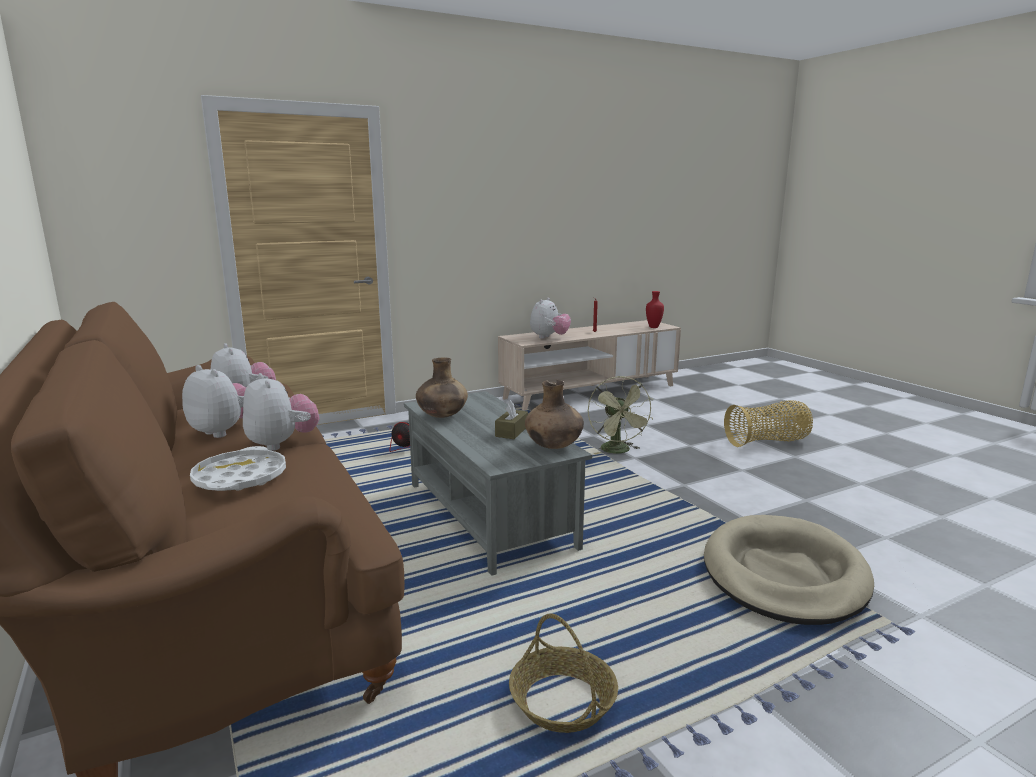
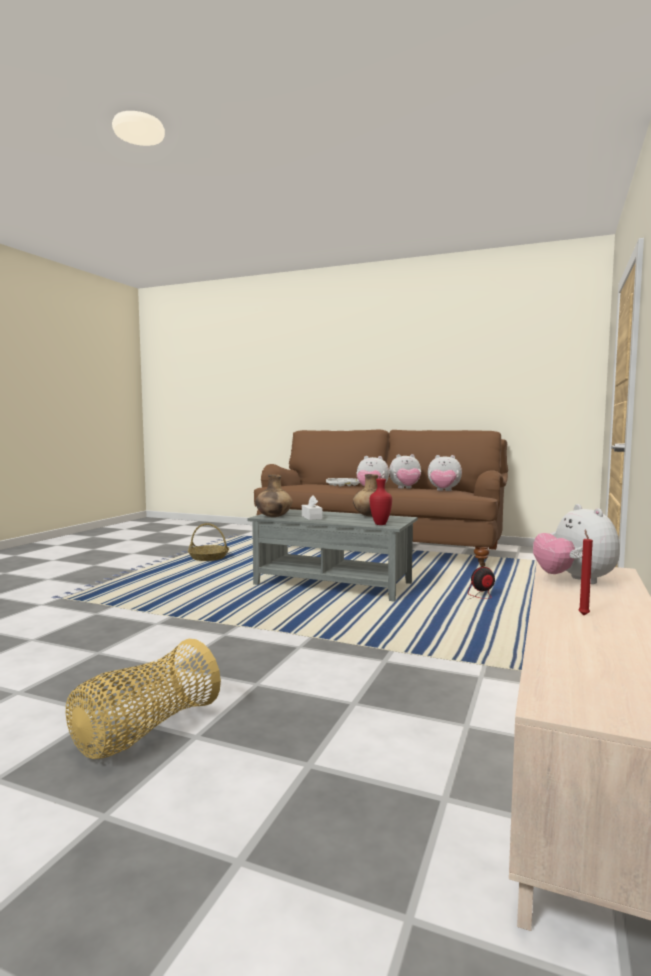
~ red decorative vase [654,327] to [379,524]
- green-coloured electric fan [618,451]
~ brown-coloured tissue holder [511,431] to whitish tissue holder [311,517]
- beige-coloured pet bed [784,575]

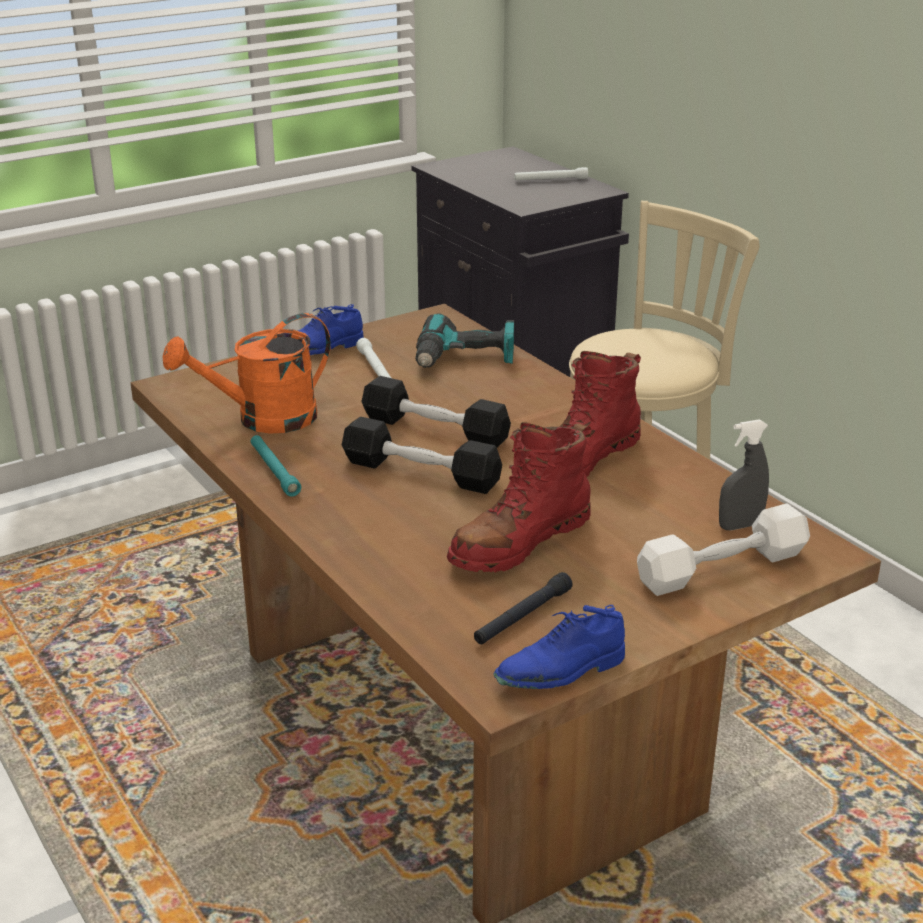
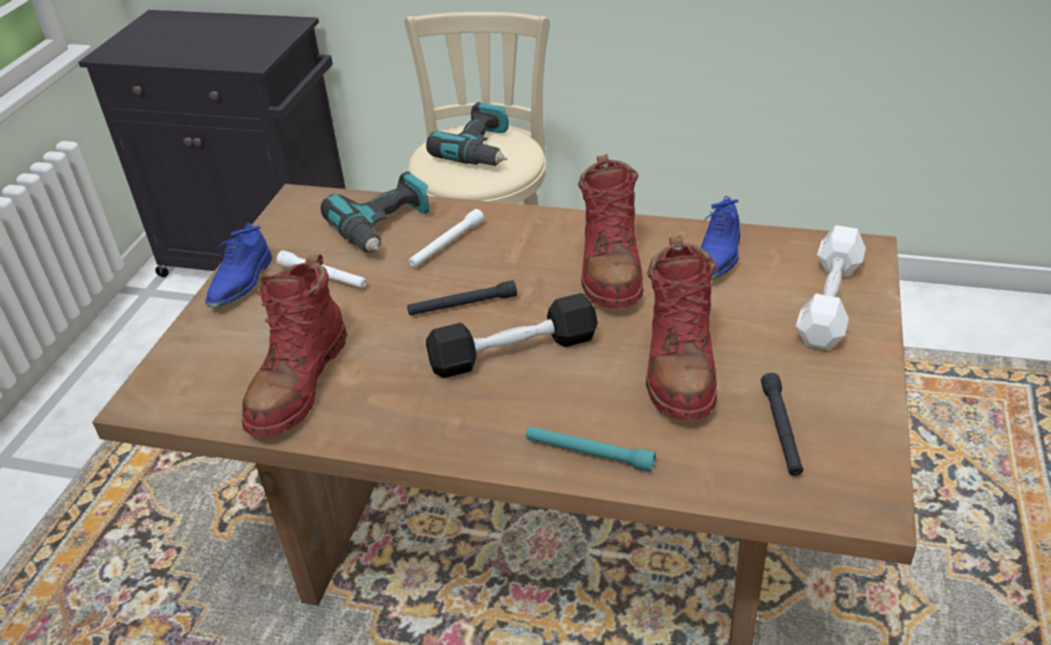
~ whitish flashlight [550,180] to [447,245]
~ orange watering can [263,420] to red boot [298,383]
~ black-coloured dumbbell [435,430] to black-coloured flashlight [462,305]
- gray hand sprayer [740,526]
~ turquoise-coloured flashlight [274,471] to [589,454]
~ blue-coloured low shoe [561,672] to [718,257]
+ electric drill [481,150]

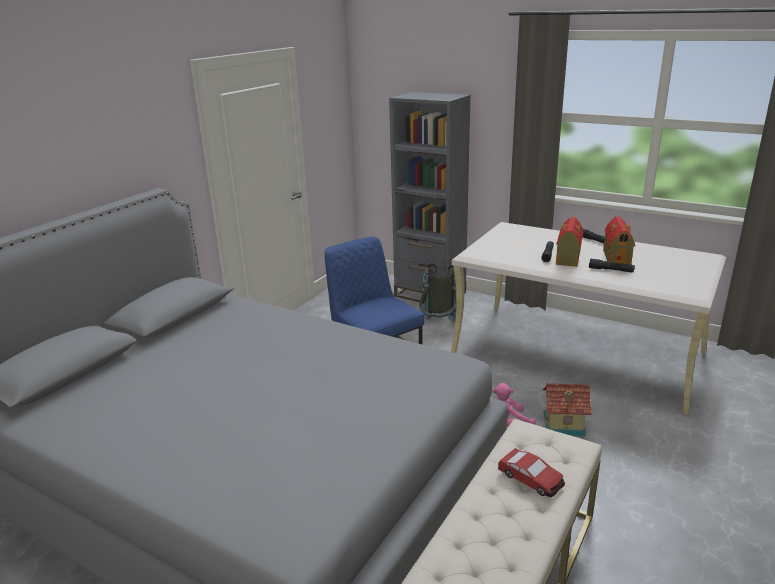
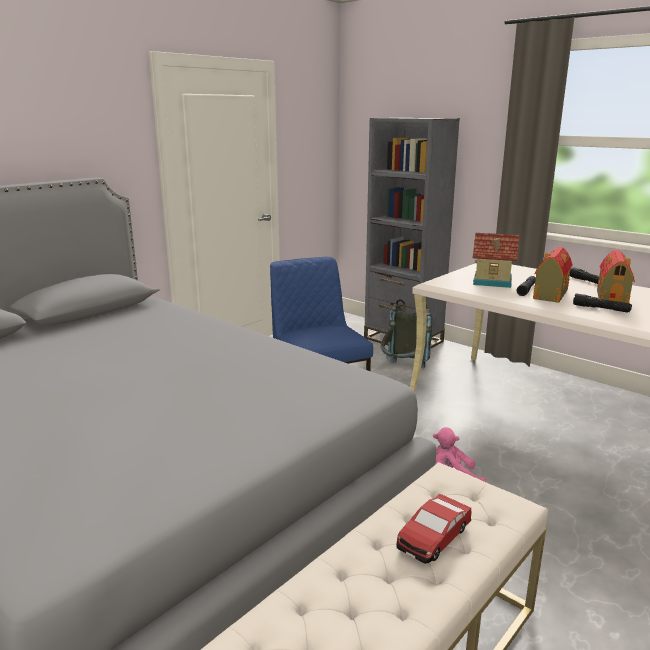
~ miniature house [564,425] to [492,282]
~ model car [531,479] = [433,537] 75 degrees clockwise

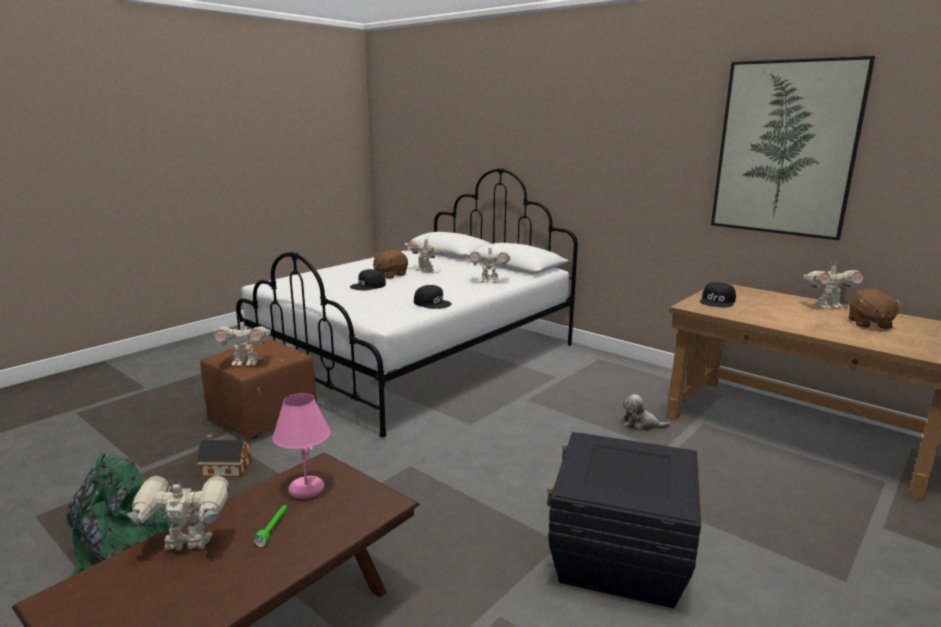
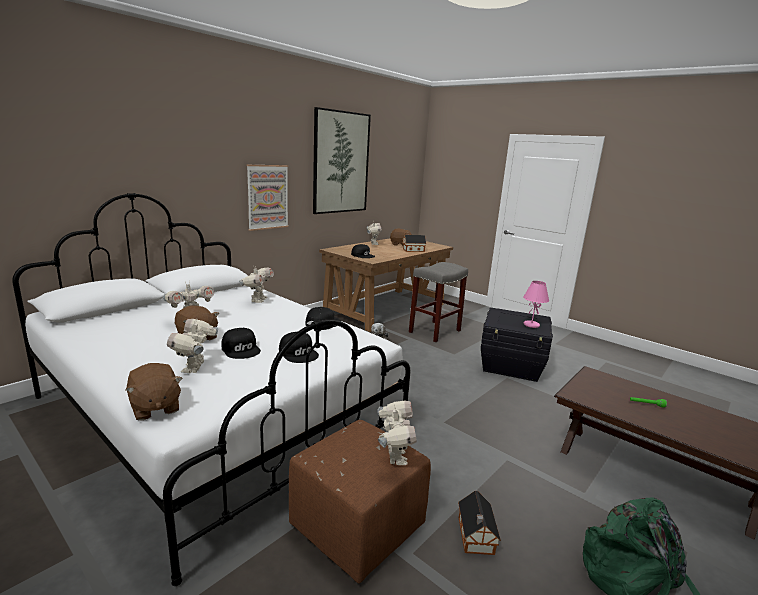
~ pink table lamp [306,489] to [531,325]
~ toy robot [187,546] to [195,368]
+ picture [267,197]
+ miniature house [412,250]
+ gray stool seat [434,331]
+ black-coloured peaked cap [299,353]
+ brown-coloured plush toy [155,408]

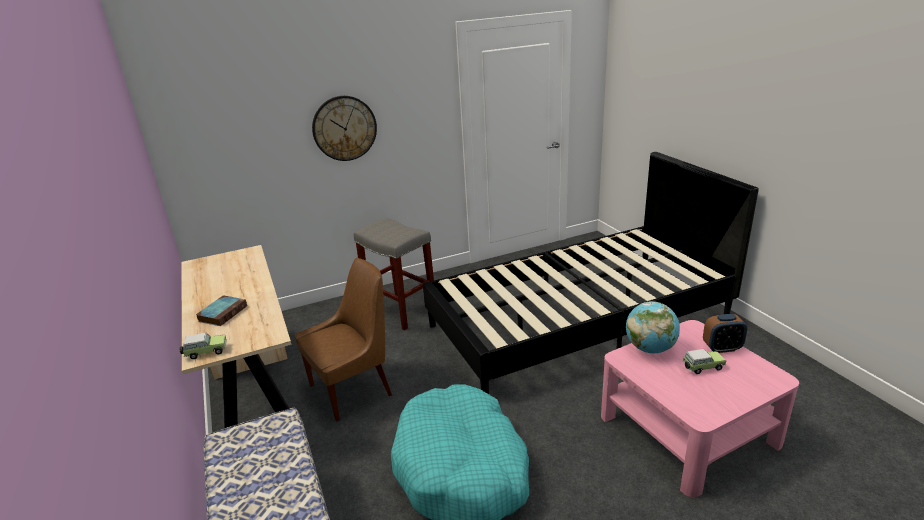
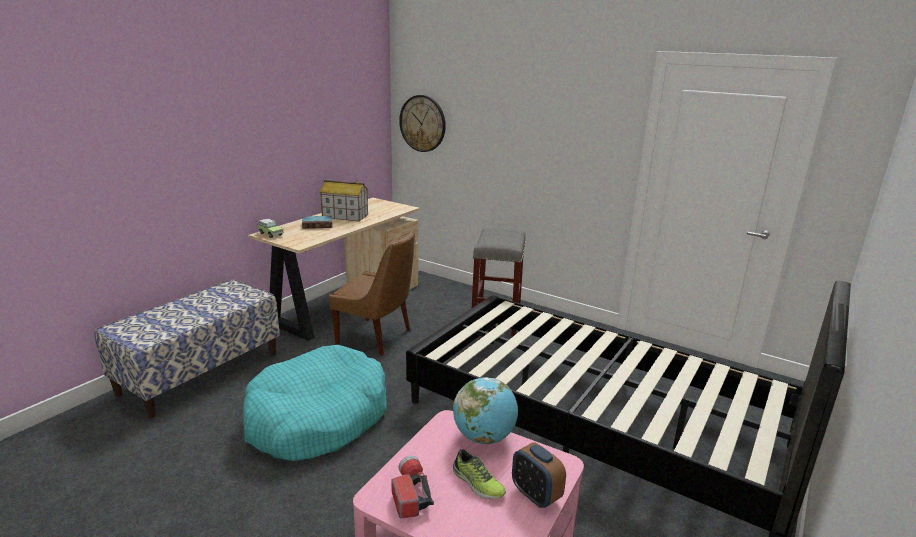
~ wall clock [344,128] to [422,123]
~ model car [701,367] to low shoe [477,483]
+ miniature house [344,216]
+ flashlight [410,494]

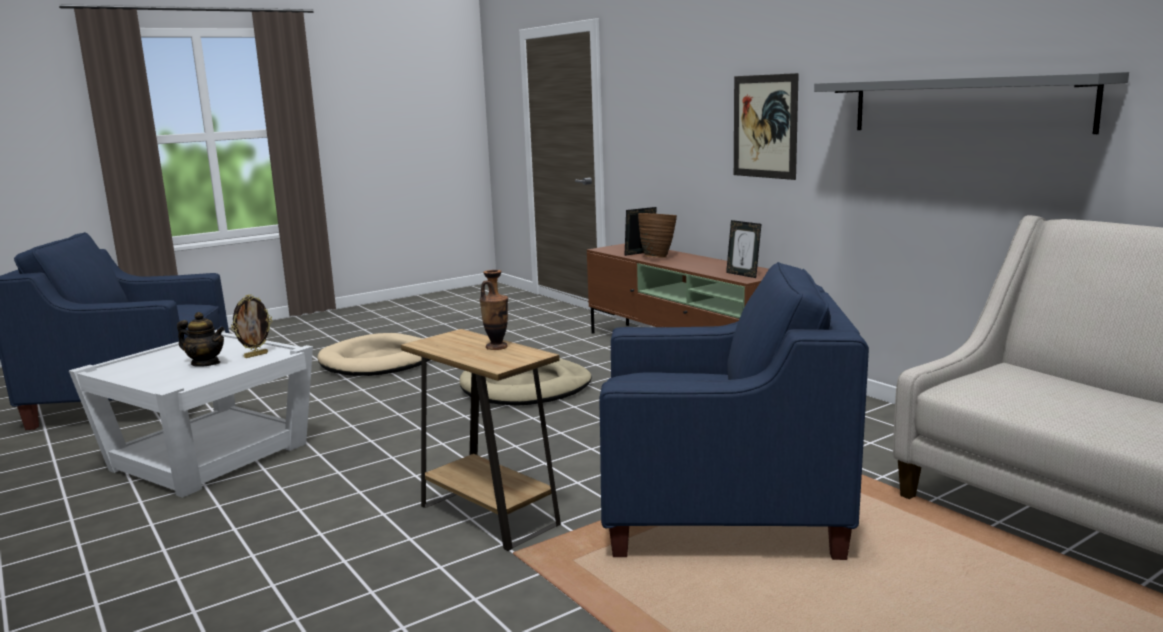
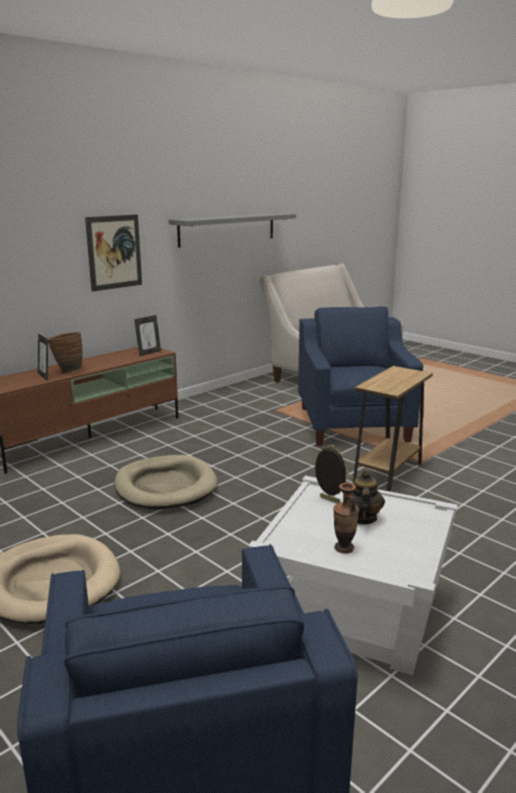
~ decorative vase [496,347] to [344,548]

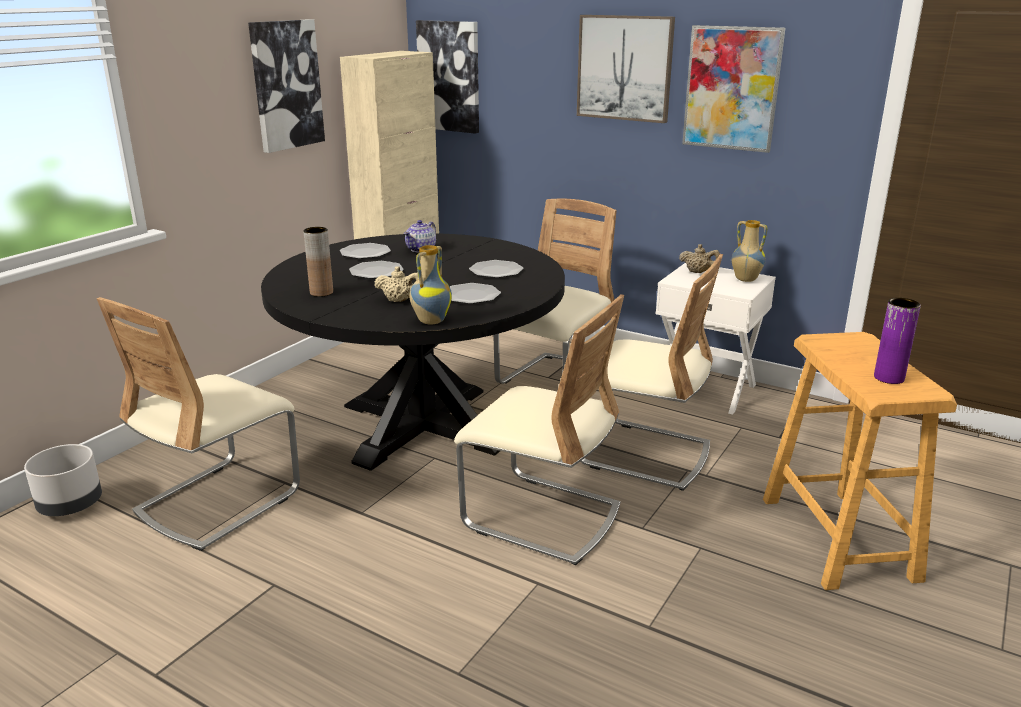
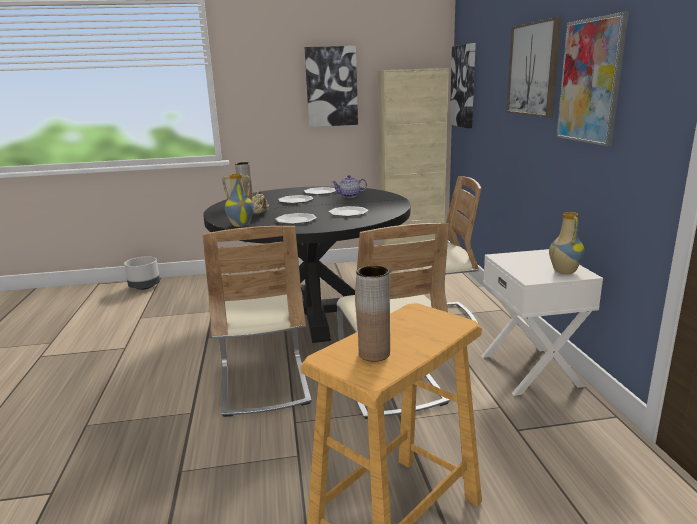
- beige-coloured teapot [698,272]
- beige-coloured plain chair [218,502]
~ purple-coloured decorative vase [889,378] to brown-coloured decorative vase [374,354]

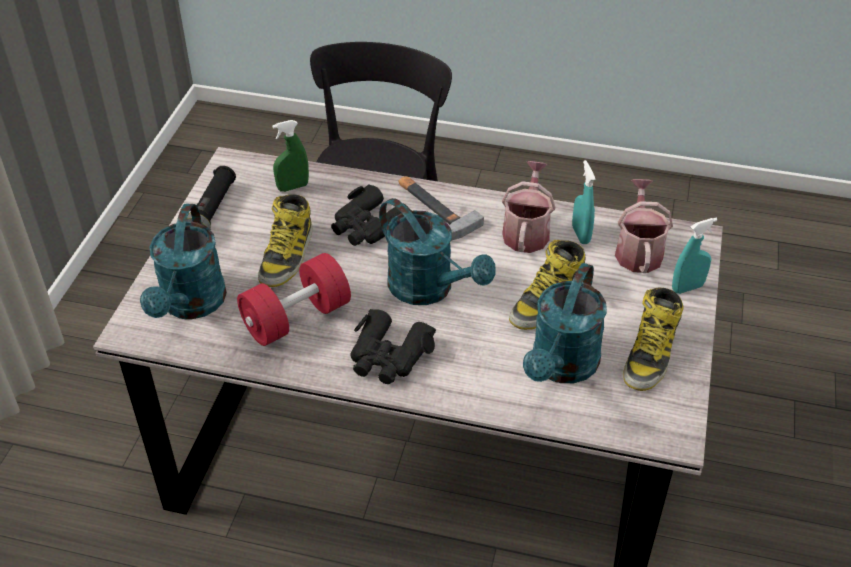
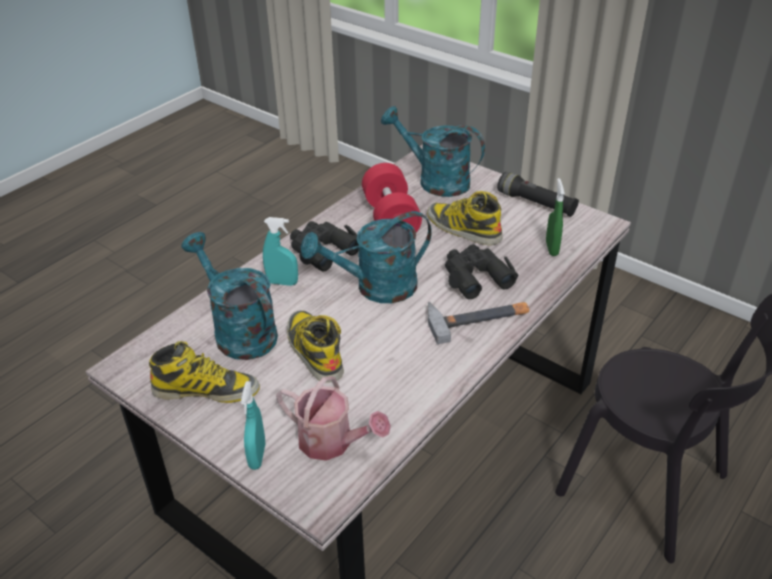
~ turquoise-coloured hand sprayer [580,235] to [282,282]
- watering can [526,231]
~ boot [650,354] = [206,390] 135 degrees clockwise

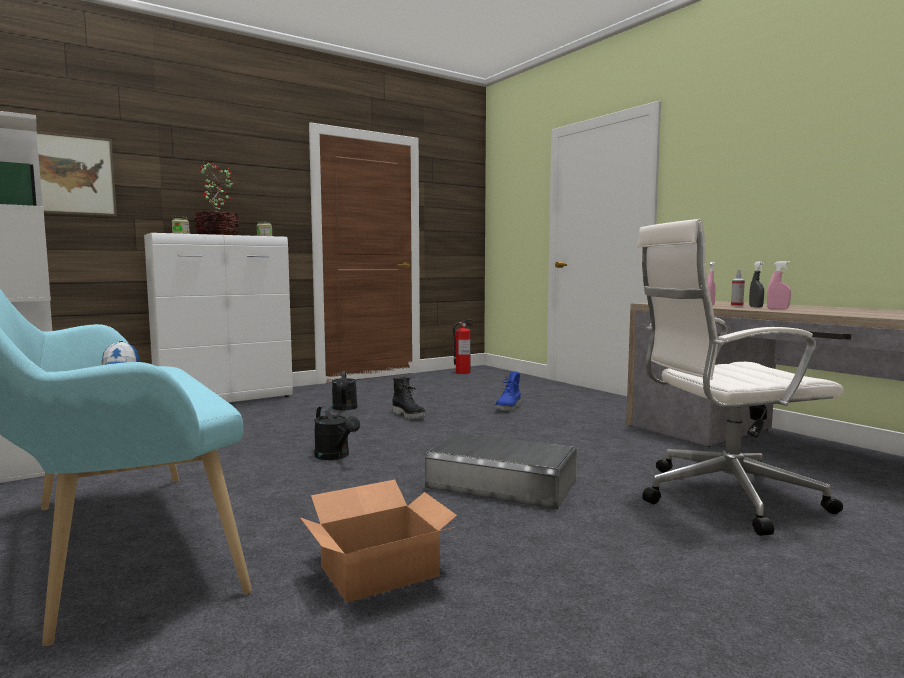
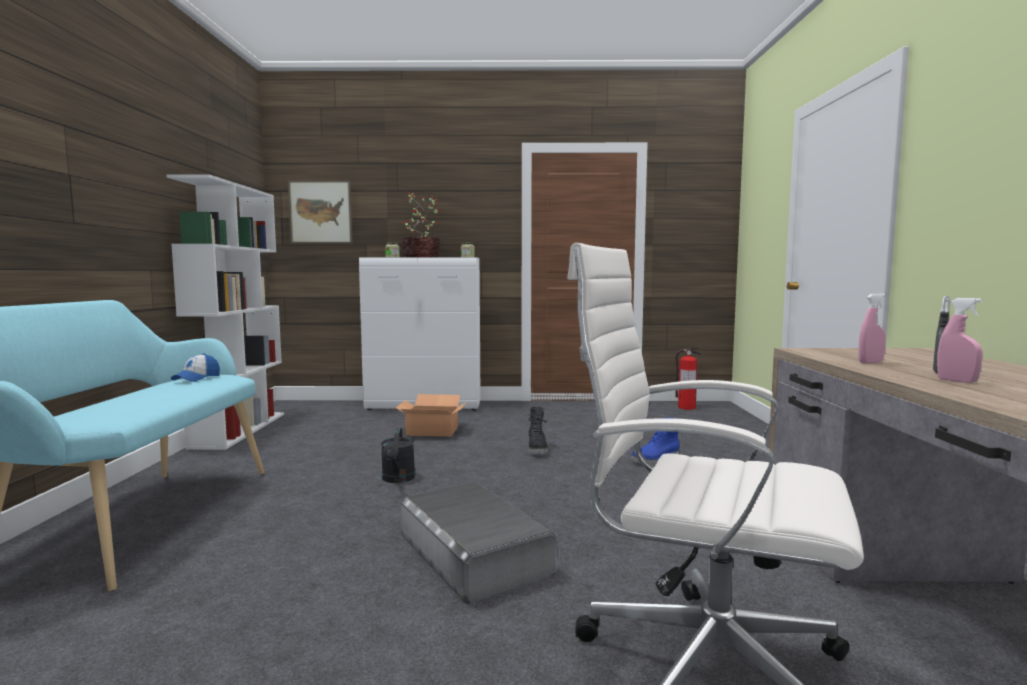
- hand sprayer [737,306]
- black-coloured watering can [344,408]
~ packing box [378,571] to [432,431]

